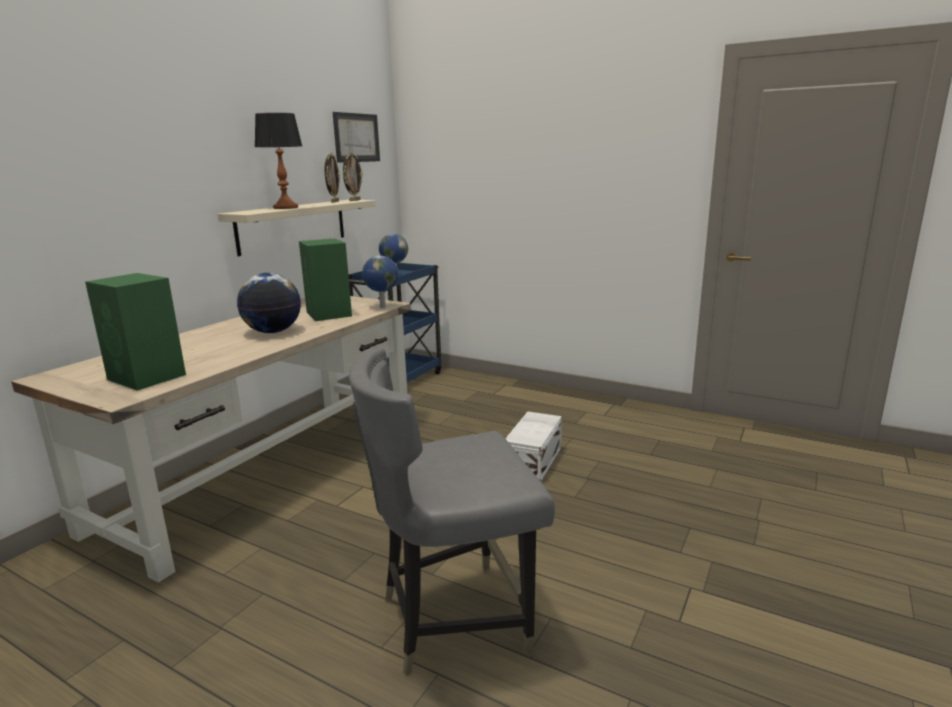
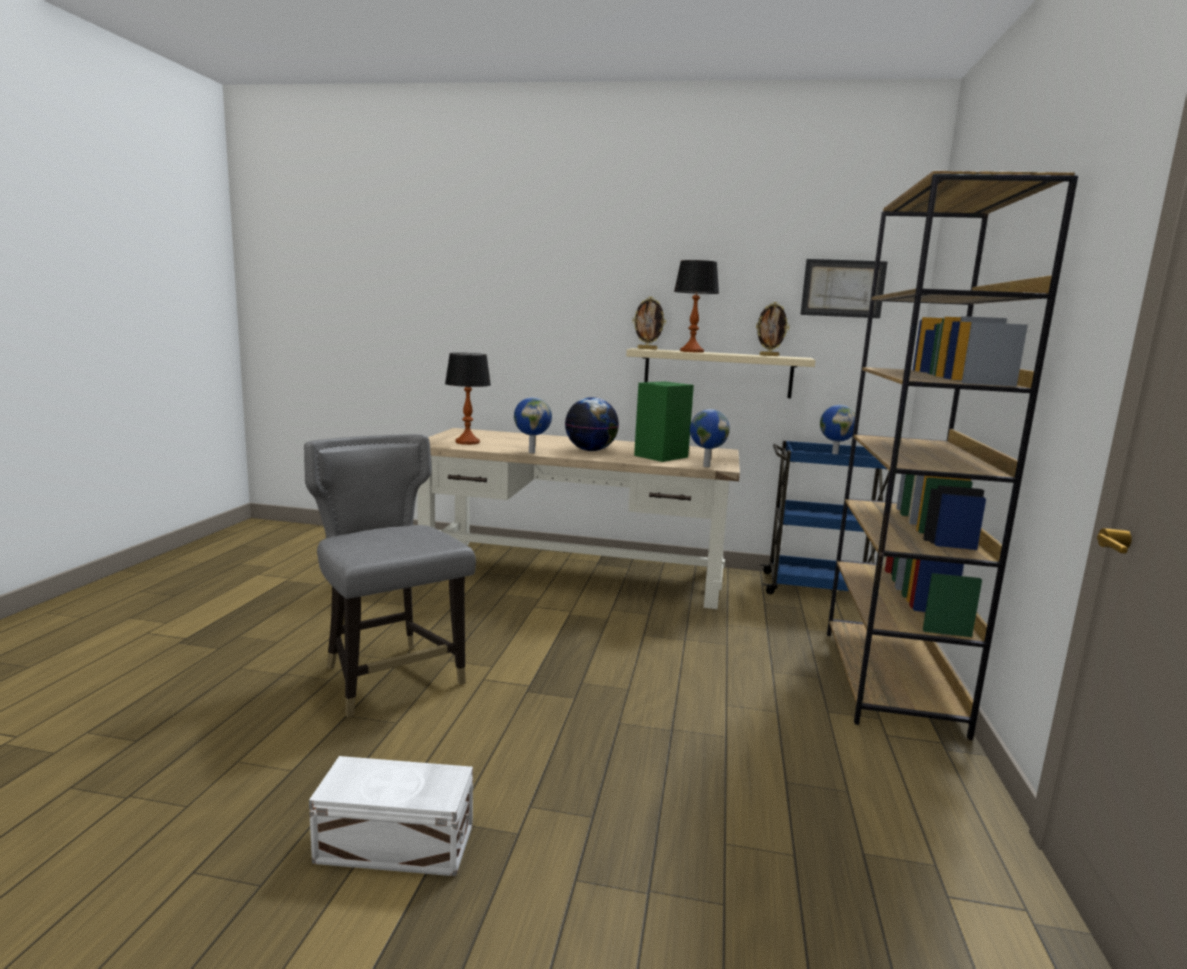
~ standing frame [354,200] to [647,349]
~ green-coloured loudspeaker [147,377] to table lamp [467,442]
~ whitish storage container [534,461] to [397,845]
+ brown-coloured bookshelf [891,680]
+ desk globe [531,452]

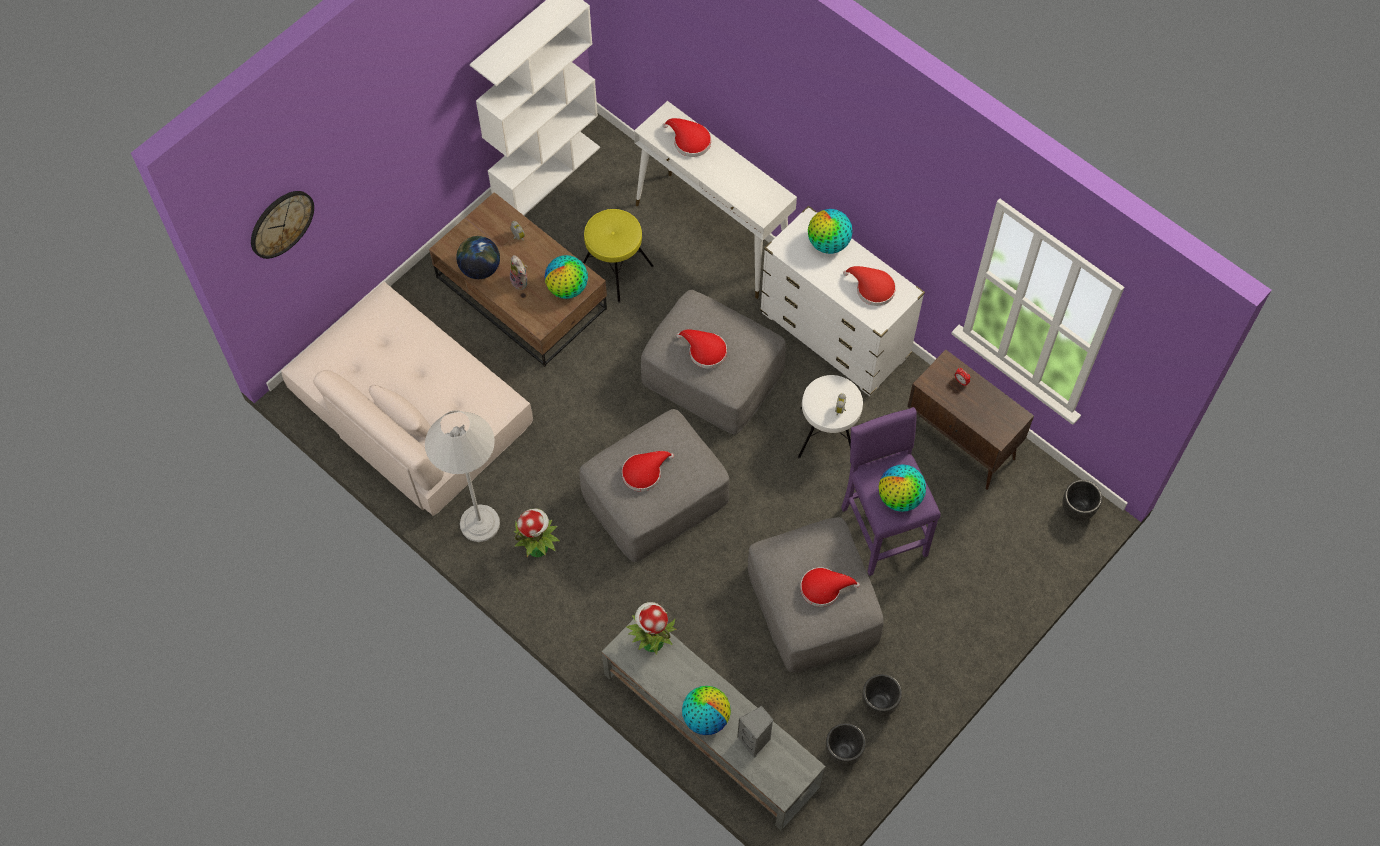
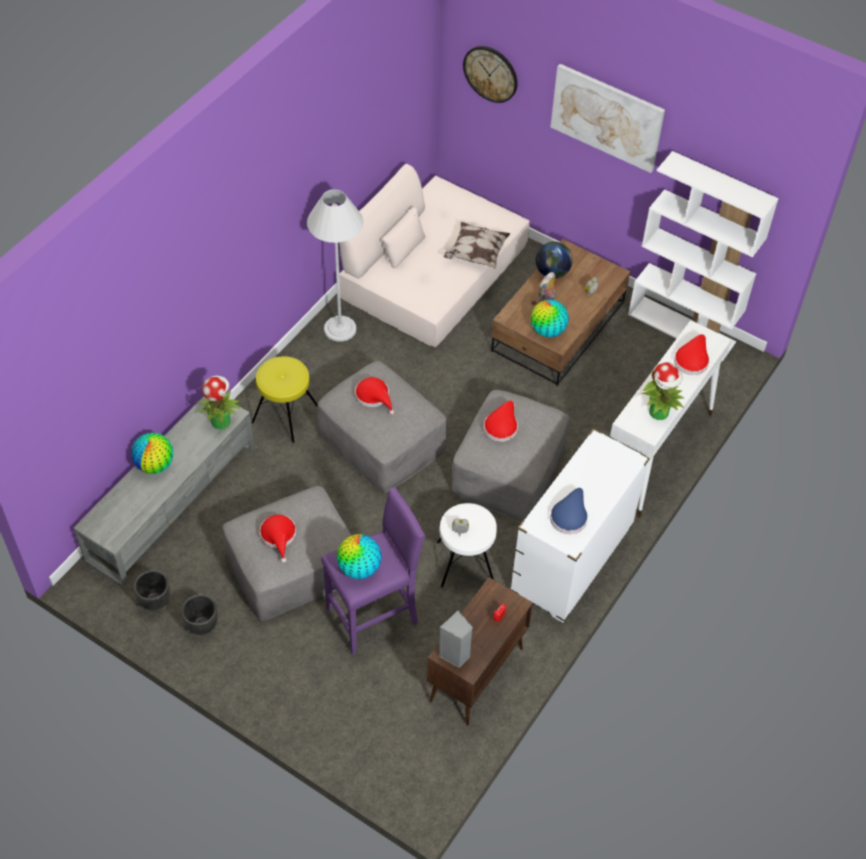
~ yellowish stool seat [615,269] to [286,416]
- desk globe [828,243]
~ red hat [872,288] to blue-coloured hat [569,516]
- black-coloured planter [1076,510]
~ houseplant [538,546] to [659,412]
~ gray loudspeaker [755,740] to [455,655]
+ picture [607,117]
+ pillow [476,254]

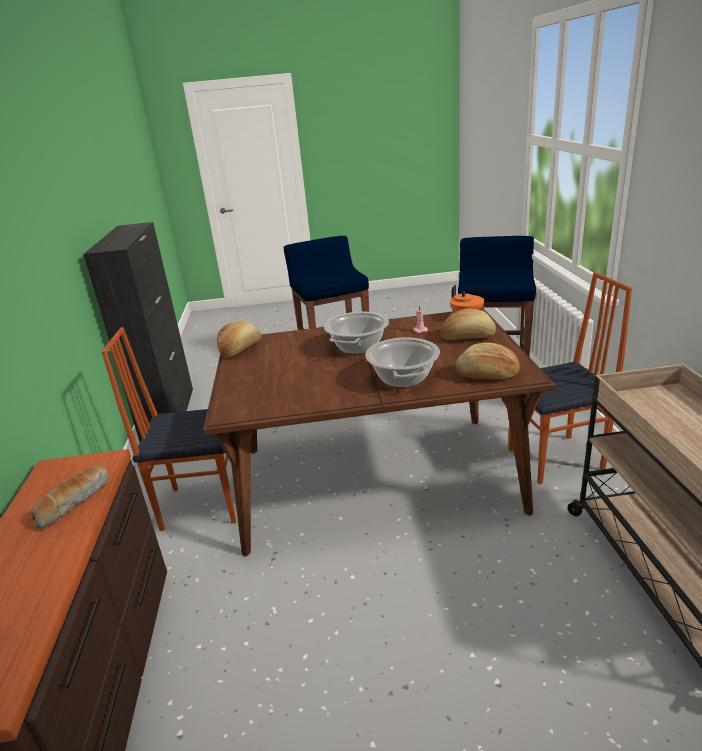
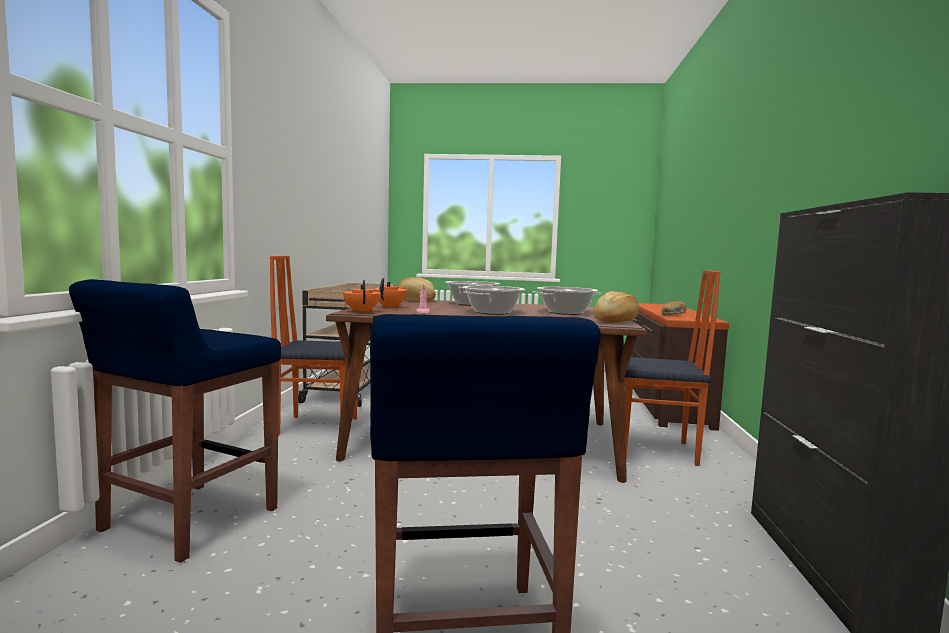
~ baked bread [468,337] to orange teapot [390,307]
+ stockpot [566,312]

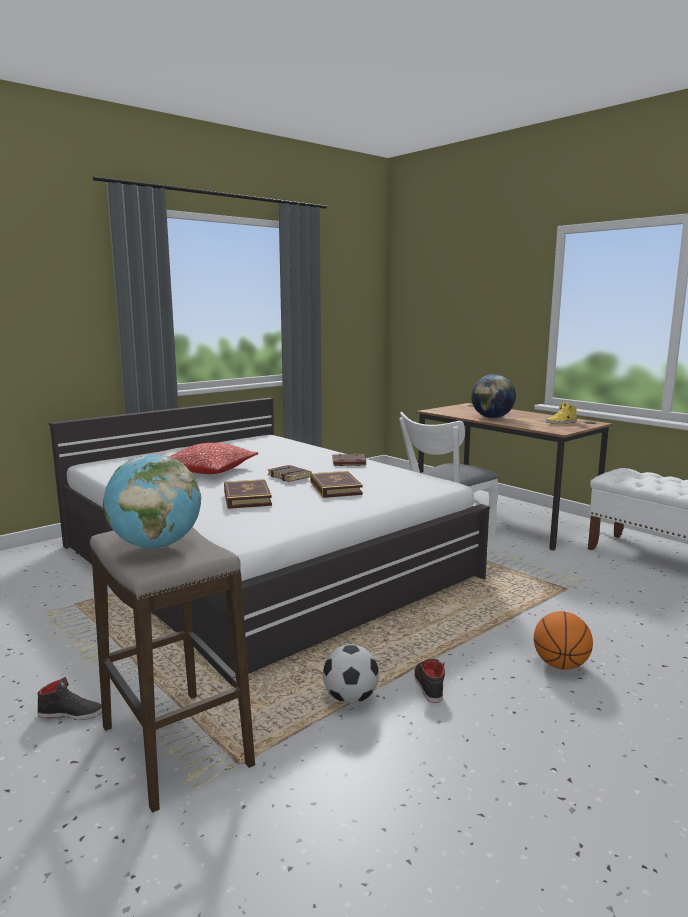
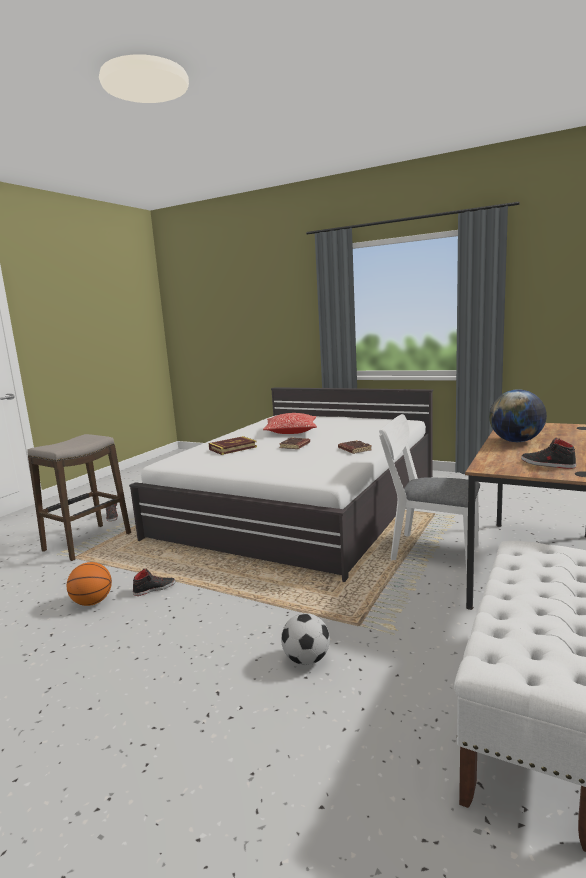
~ yellowish low shoe [561,423] to black-coloured low shoe [547,464]
- desk globe [156,545]
- book [335,488]
~ basketball [560,665] to [92,602]
~ ball for football [350,698] to [306,659]

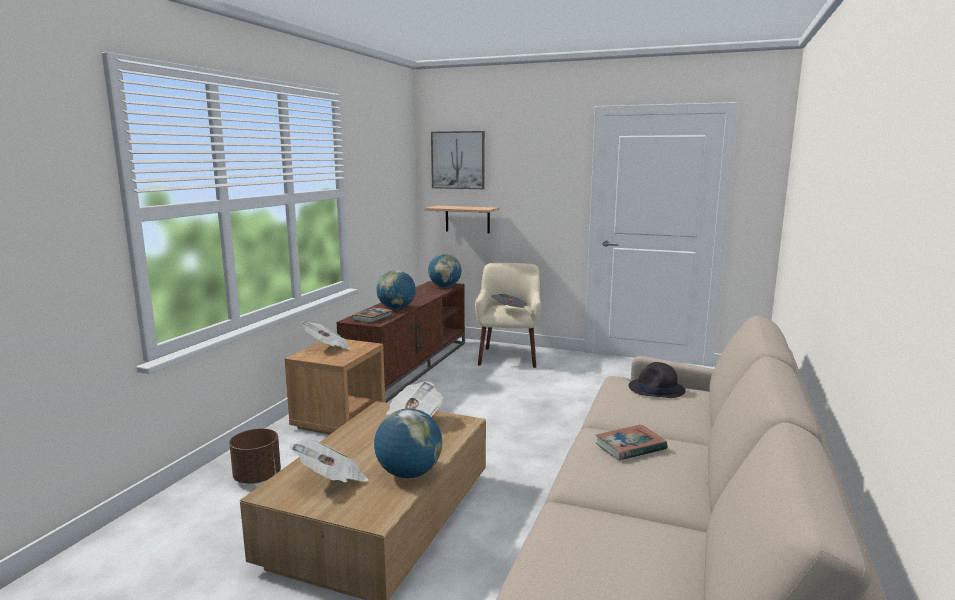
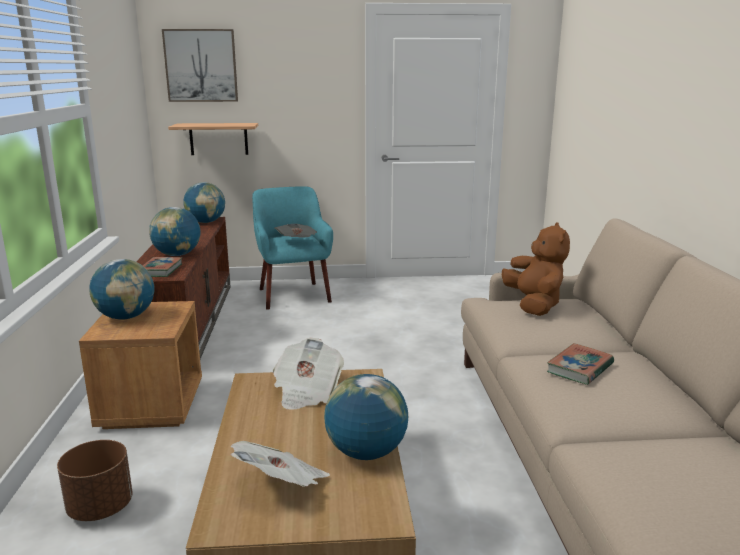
~ beige-coloured easy chair [508,357] to turquoise-coloured easy chair [293,295]
~ newspaper [327,347] to desk globe [126,317]
~ black-coloured hat [656,389] to brown-coloured plush toy [534,305]

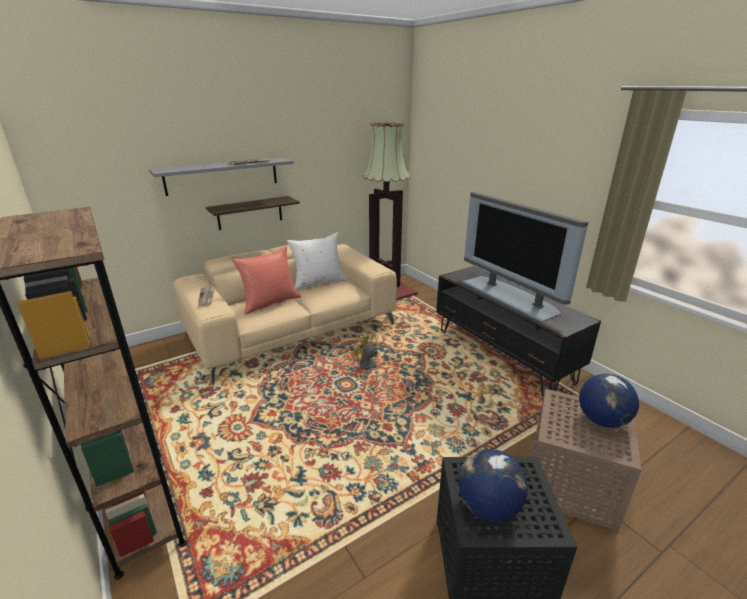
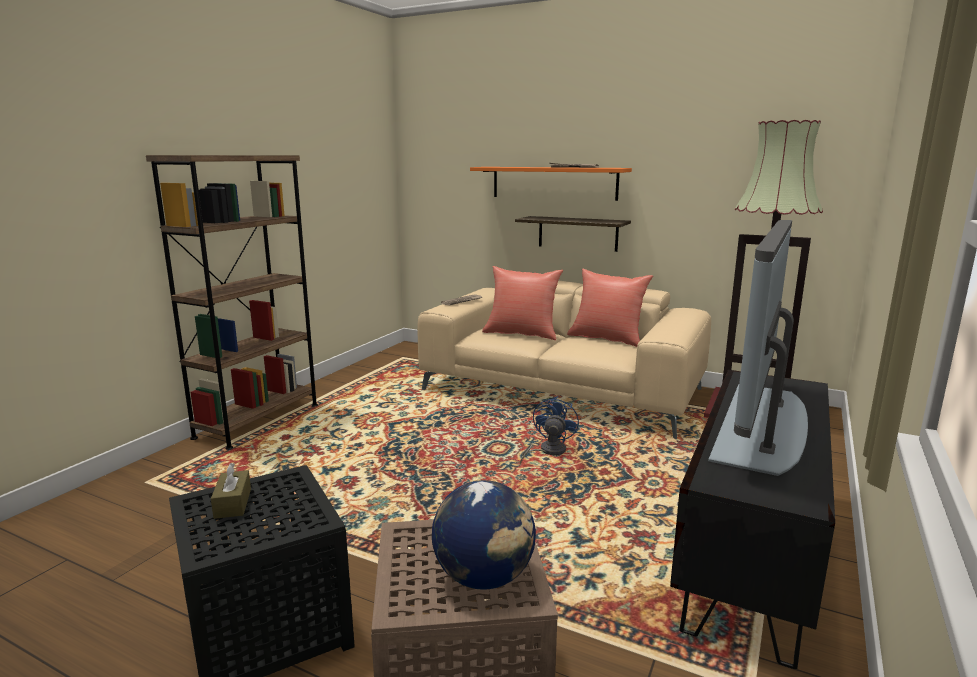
~ gray shelf [222,176] to orange shelf [553,183]
~ whitish pillow [318,282] to red pillow [607,338]
~ yellowish electric fan [367,368] to blue-coloured electric fan [547,451]
~ desk globe [487,506] to brown-coloured tissue holder [233,503]

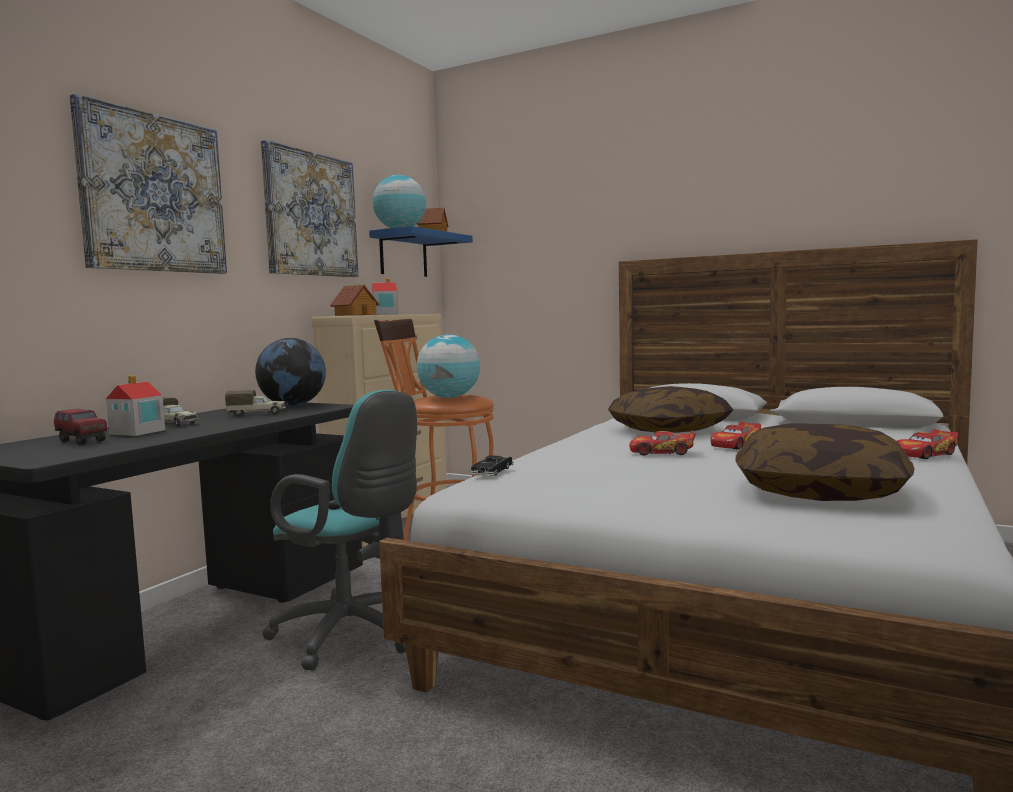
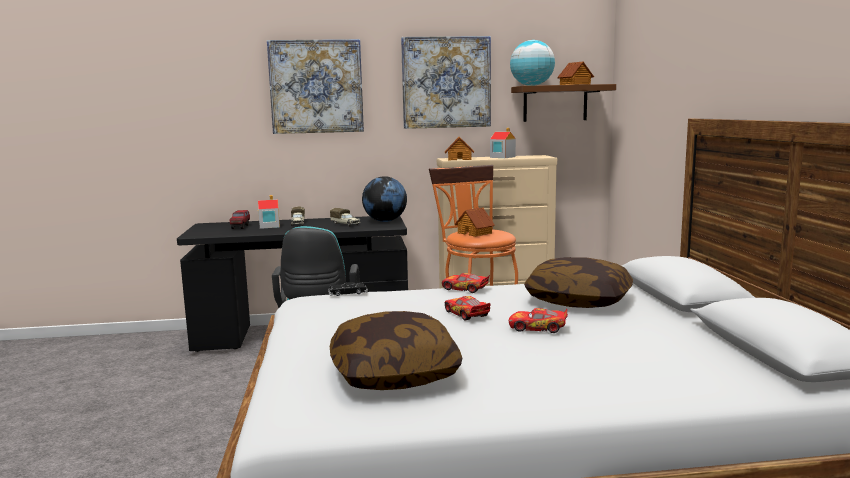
~ blue-coloured shelf [403,255] to brown-coloured shelf [555,103]
~ desk globe [449,397] to miniature house [475,233]
~ model car [924,454] to [465,289]

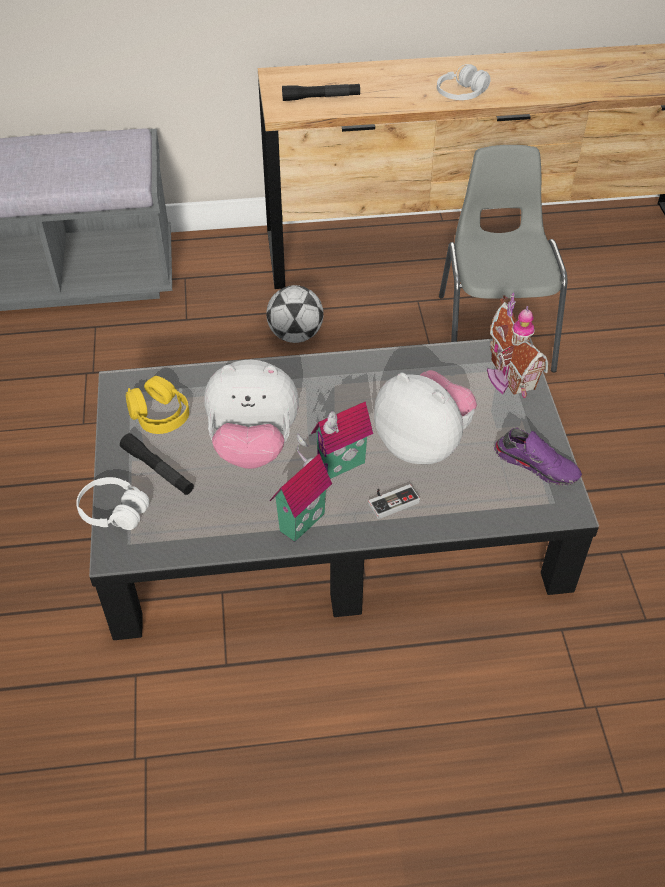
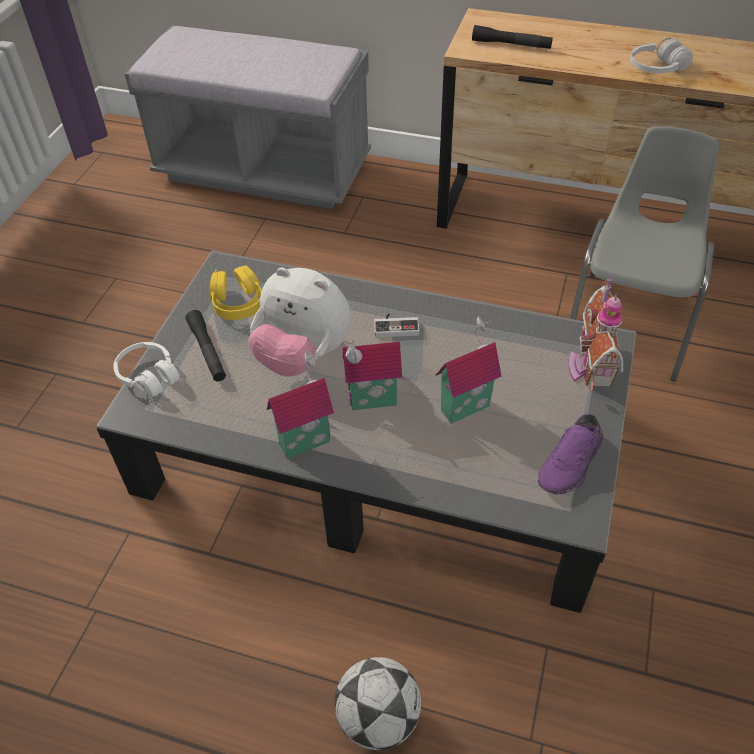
~ ball for football [295,335] to [378,717]
~ plush toy [423,444] to miniature house [463,405]
~ purple-coloured low shoe [537,464] = [571,464] 75 degrees clockwise
~ gamepad [391,500] to [396,326]

